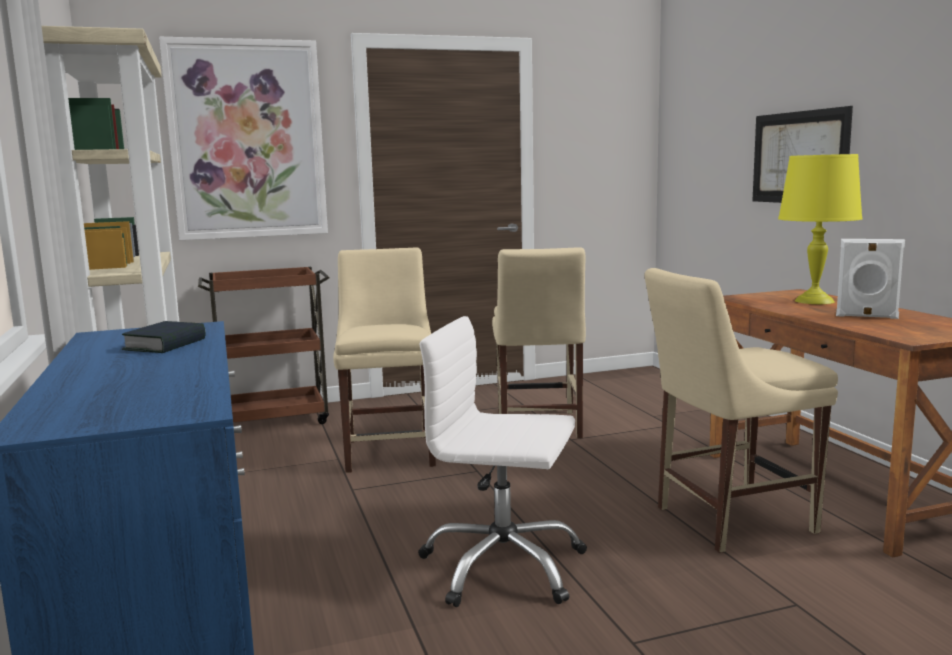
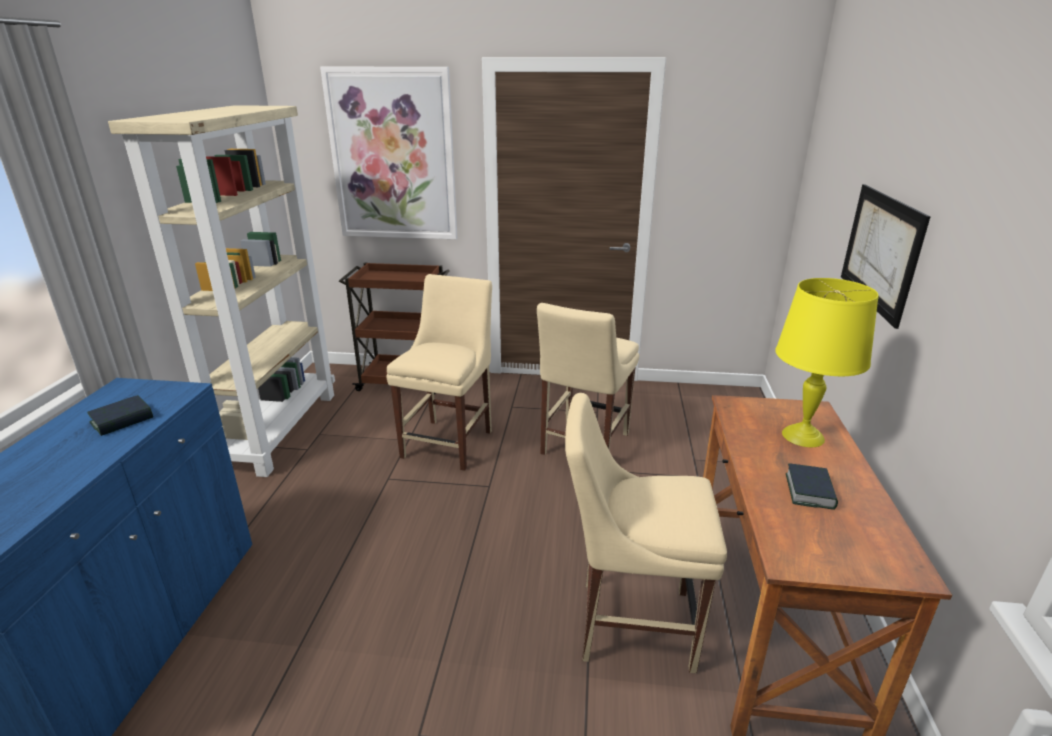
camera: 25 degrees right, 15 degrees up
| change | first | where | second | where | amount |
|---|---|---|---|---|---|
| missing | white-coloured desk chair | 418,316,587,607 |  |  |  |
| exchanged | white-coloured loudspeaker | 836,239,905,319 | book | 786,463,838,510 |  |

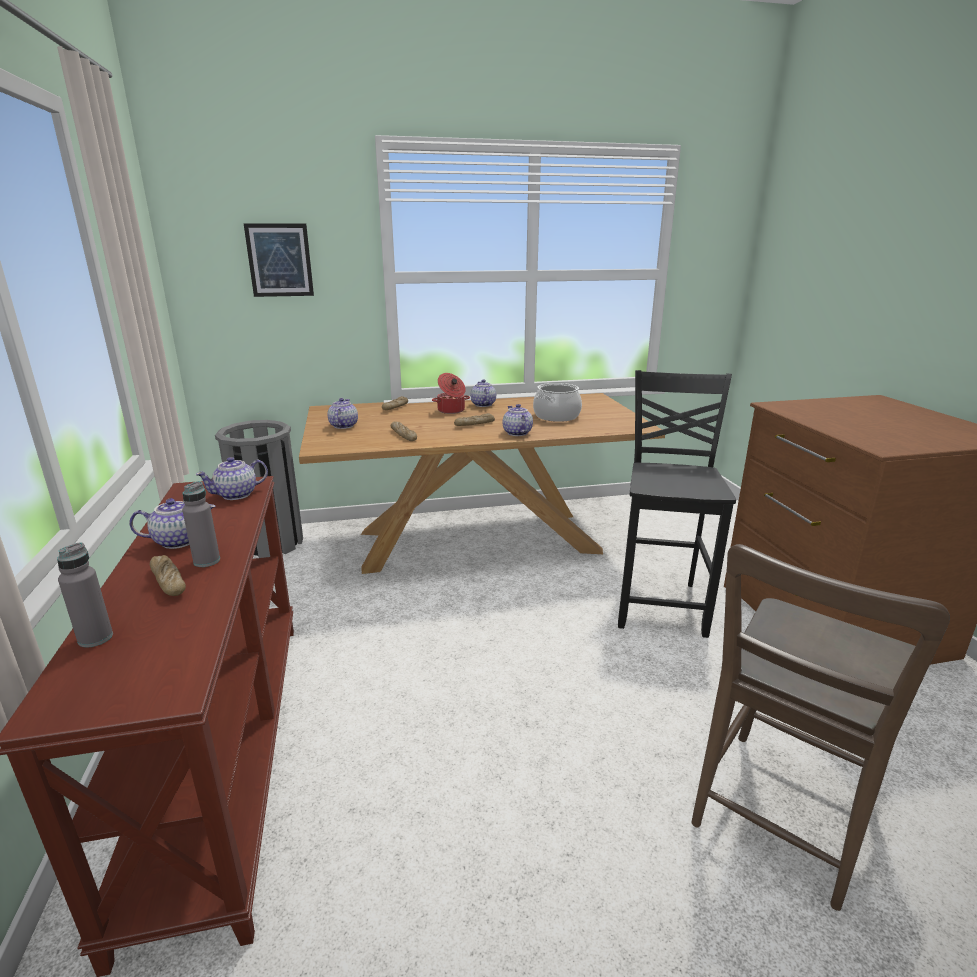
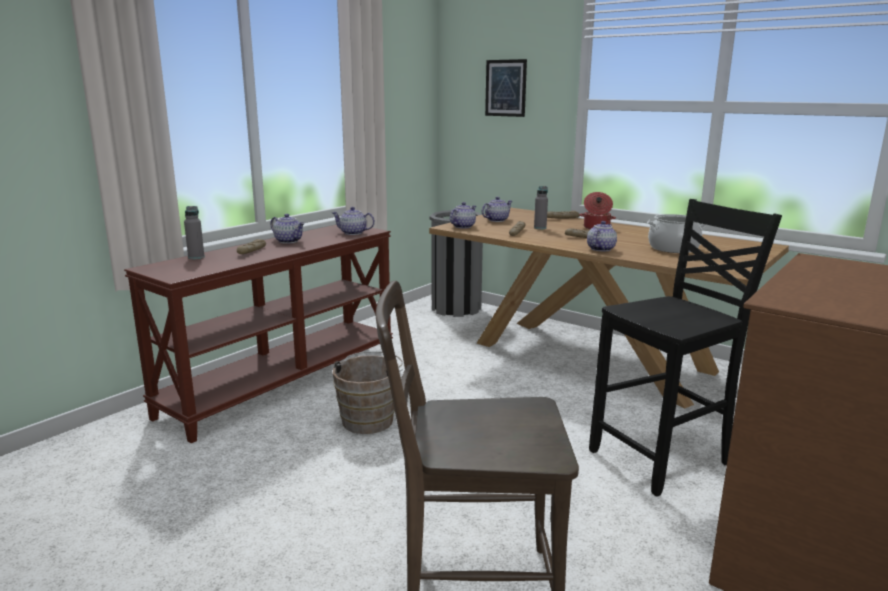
camera: 50 degrees right, 5 degrees down
| change | first | where | second | where | amount |
|---|---|---|---|---|---|
| relocated | greyish beverage bottle | 182,481,220,567 |  | 534,186,548,229 |  |
| relocated | tea pot | 470,379,496,407 |  | 450,202,476,229 |  |
| appeared |  |  | brown-coloured water bucket | 333,351,403,434 |  |

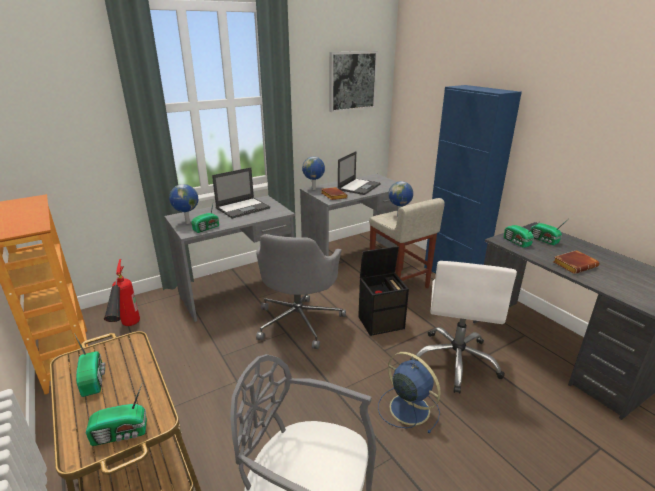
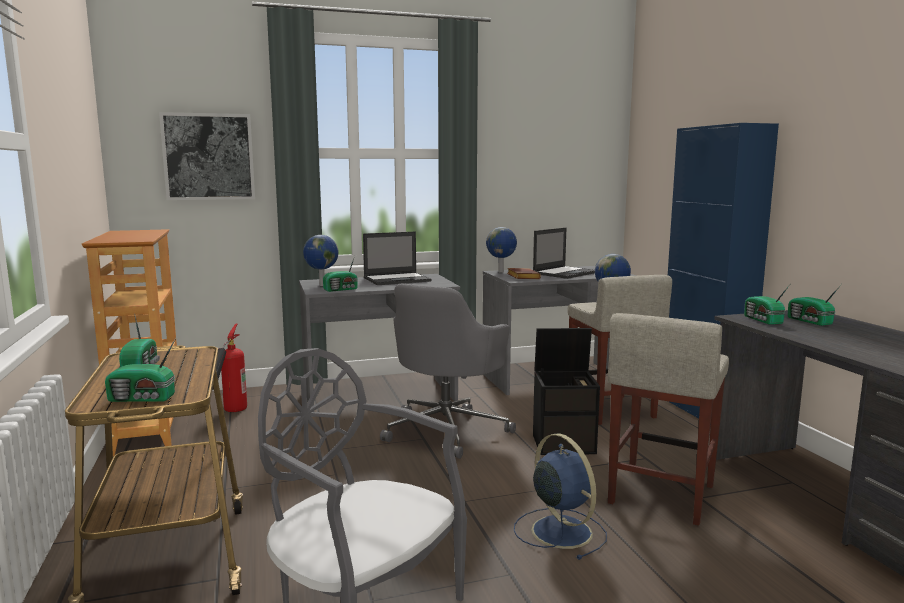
camera: 15 degrees right, 15 degrees down
| change | first | where | second | where | amount |
|---|---|---|---|---|---|
| relocated | picture | 329,51,378,112 |  | 159,112,255,200 |  |
| exchanged | white-coloured desk chair | 410,261,517,394 | beige-coloured stool | 607,313,729,526 |  |
| missing | brown-coloured book | 553,250,599,274 |  |  |  |

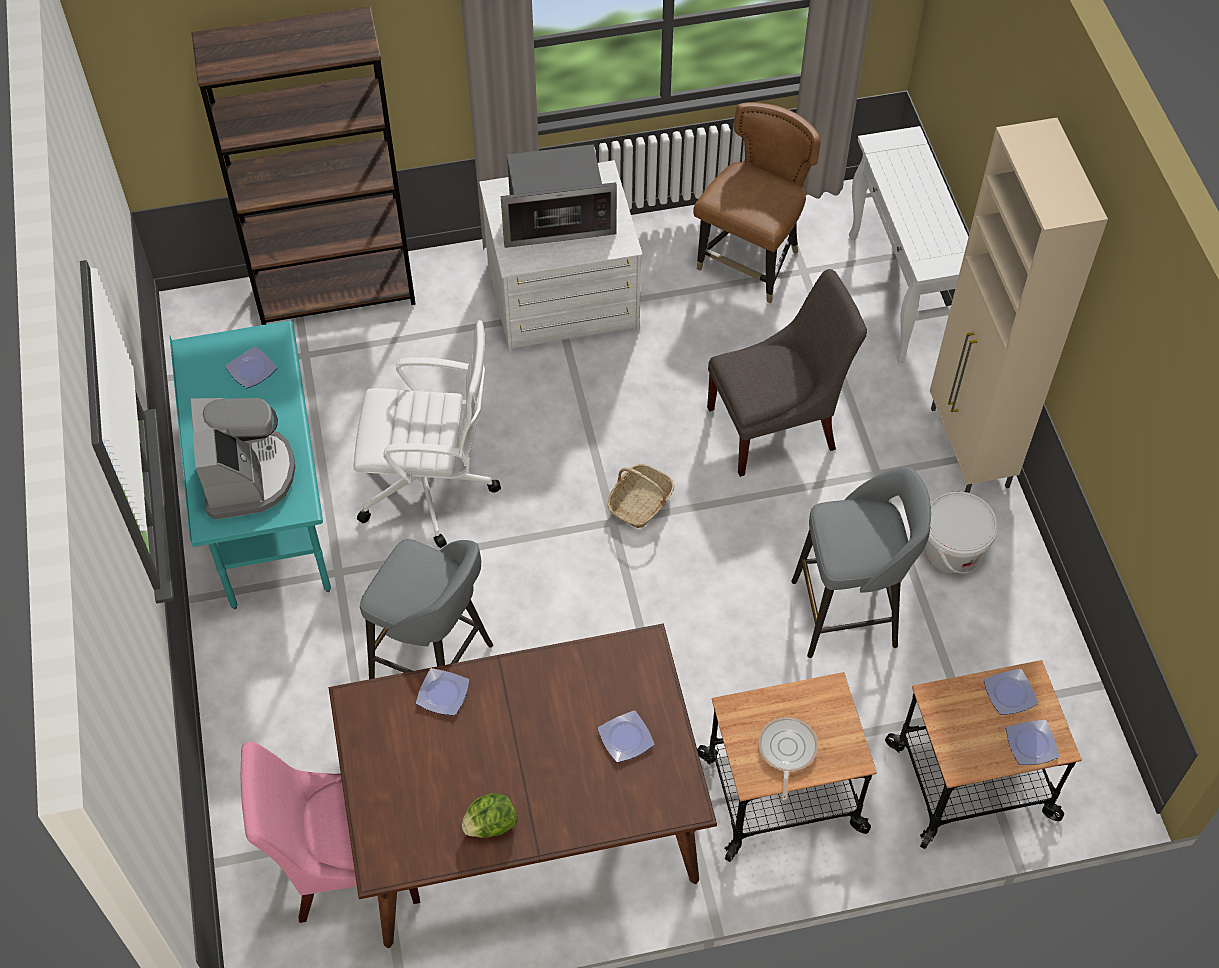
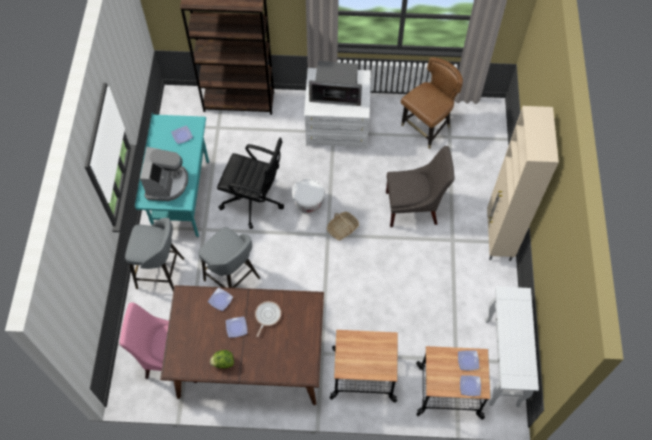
camera: 15 degrees right, 5 degrees up
| change | first | where | second | where | amount |
|---|---|---|---|---|---|
| colour | white-coloured desk chair | 354,320,501,548 | black desk chair | 217,138,284,229 |  |
| relocated | dinner plate | 598,710,655,763 |  | 226,317,247,338 |  |
| relocated | skillet | 758,717,818,800 |  | 255,301,281,337 |  |
| relocated | greyish stool | 791,467,931,658 |  | 125,218,184,291 |  |
| relocated | white-coloured narrow table | 849,126,968,363 |  | 485,287,539,407 |  |
| relocated | white-coloured water bucket | 925,491,998,574 |  | 292,178,325,214 |  |

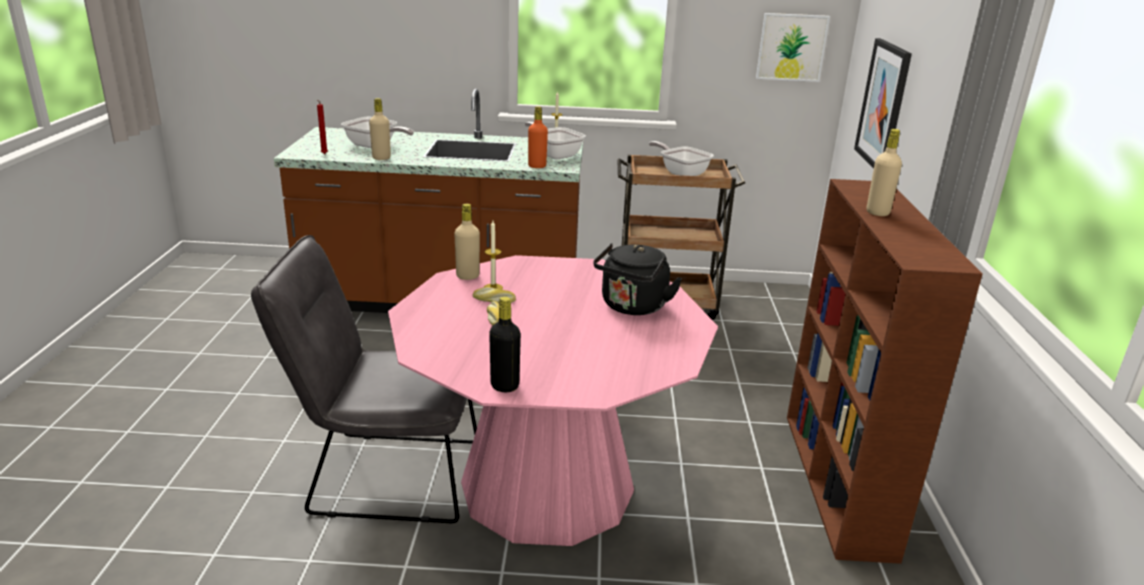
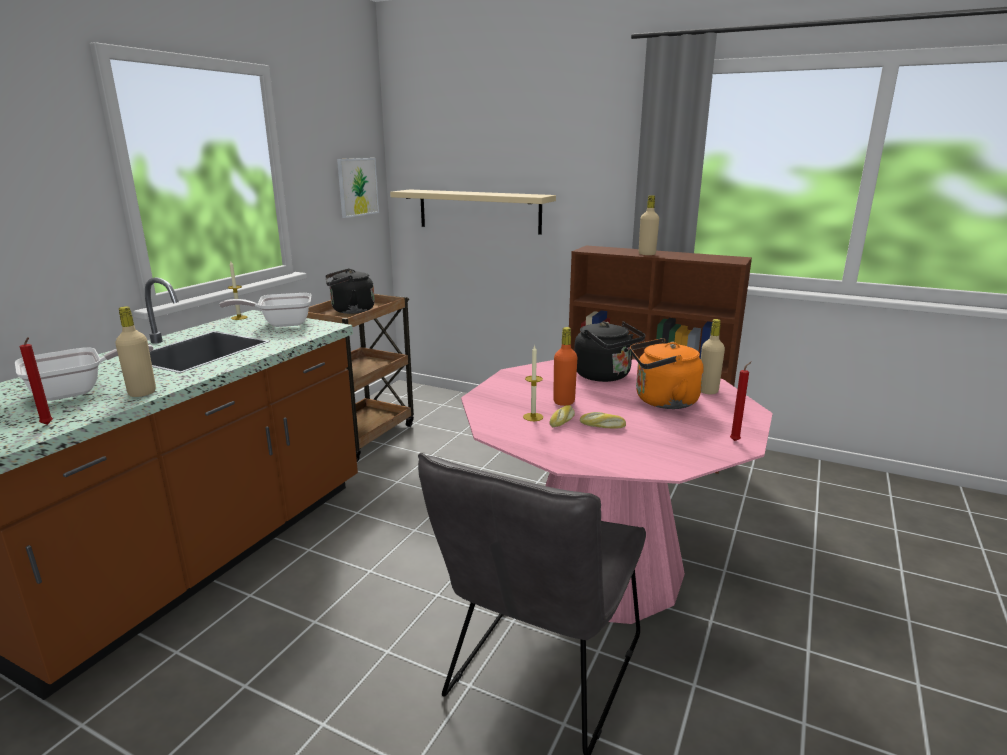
camera: 65 degrees left, 5 degrees down
| change | first | where | second | where | amount |
|---|---|---|---|---|---|
| relocated | beige-coloured beverage bottle | 454,204,480,280 |  | 701,319,725,394 |  |
| exchanged | black beverage bottle | 489,297,521,392 | red wax candle | 730,362,751,441 |  |
| relocated | orangey beverage bottle | 528,106,548,168 |  | 553,327,577,406 |  |
| exchanged | skillet | 649,141,714,176 | black kettle | 326,268,375,314 |  |
| exchanged | picture | 854,38,912,168 | beige-coloured wall shelf | 390,190,556,235 |  |
| appeared |  |  | orangey kettle | 630,338,704,409 |  |

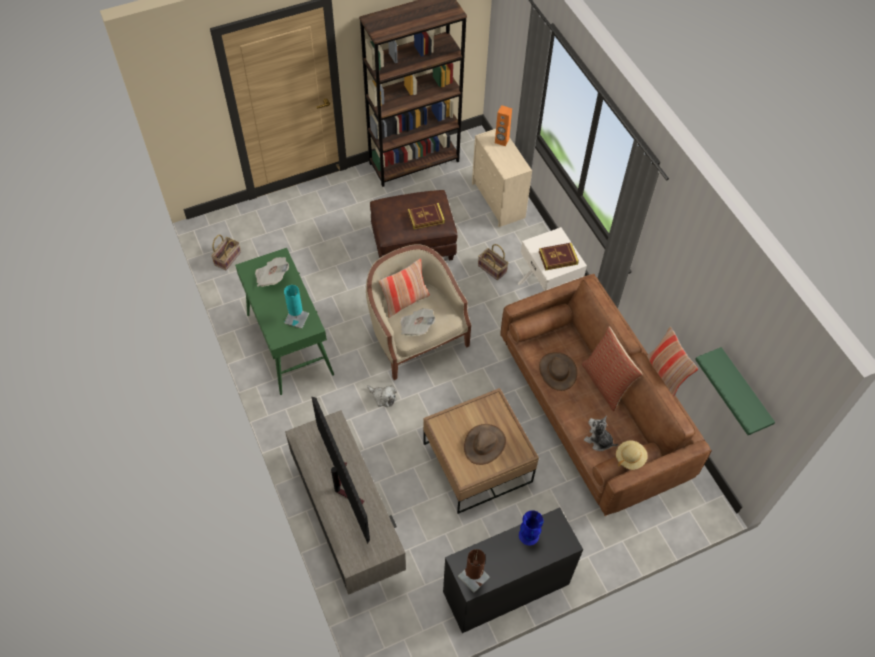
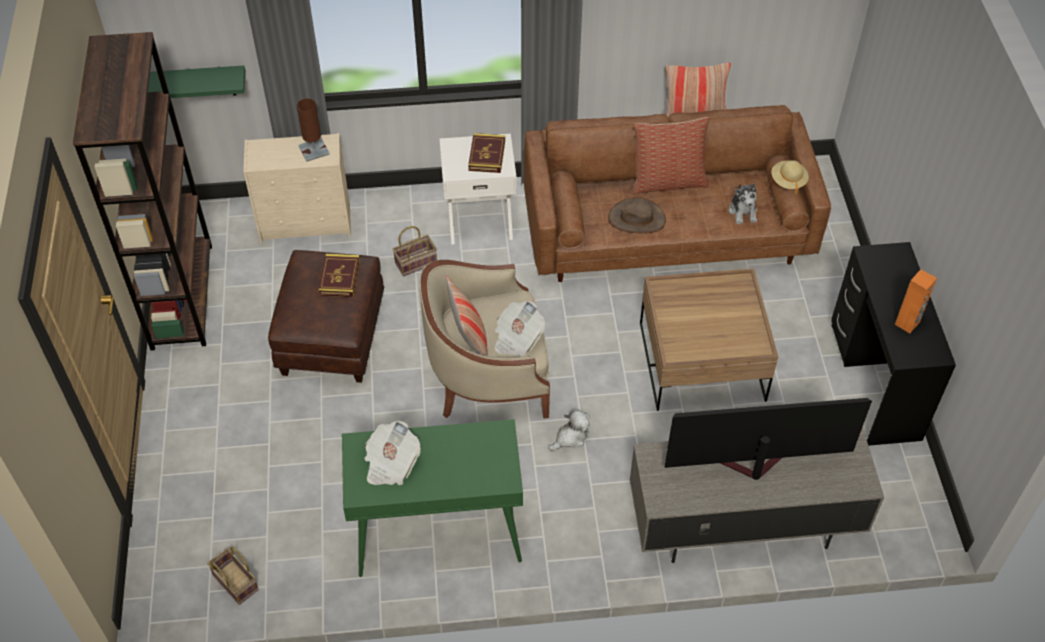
camera: 70 degrees left, 5 degrees down
| change | first | where | second | where | amount |
|---|---|---|---|---|---|
| missing | turquoise-coloured table lamp | 284,285,309,329 |  |  |  |
| relocated | brown-coloured table lamp | 458,549,490,593 |  | 297,98,330,162 |  |
| missing | brown-coloured wearable hat | 464,424,506,465 |  |  |  |
| relocated | orangey loudspeaker | 495,105,512,146 |  | 895,269,937,333 |  |
| missing | blue decorative vase | 519,510,543,545 |  |  |  |
| spun | cuddly toy | 584,416,618,451 |  | 729,183,757,224 | 60 degrees counterclockwise |
| relocated | green-coloured wall shelf | 695,347,775,435 |  | 148,66,245,98 |  |

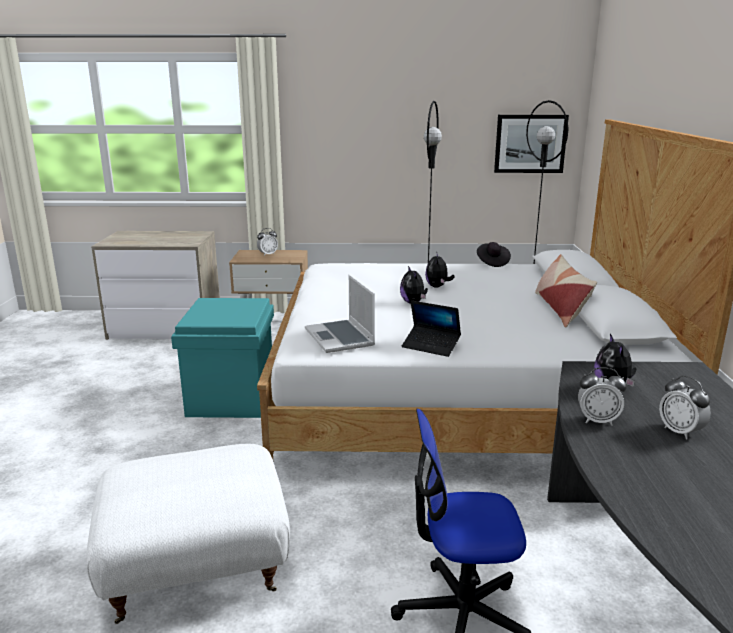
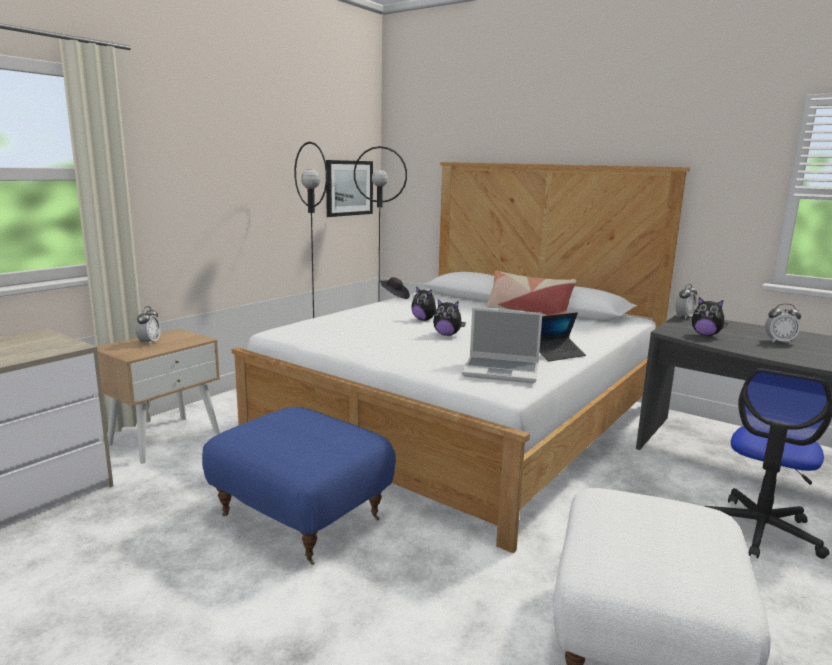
camera: 55 degrees left, 5 degrees down
| change | first | where | second | where | amount |
|---|---|---|---|---|---|
| exchanged | turquoise-coloured storage box | 171,298,274,418 | blue pouffe | 202,407,396,565 |  |
| relocated | alarm clock | 578,367,627,425 |  | 676,284,697,319 |  |

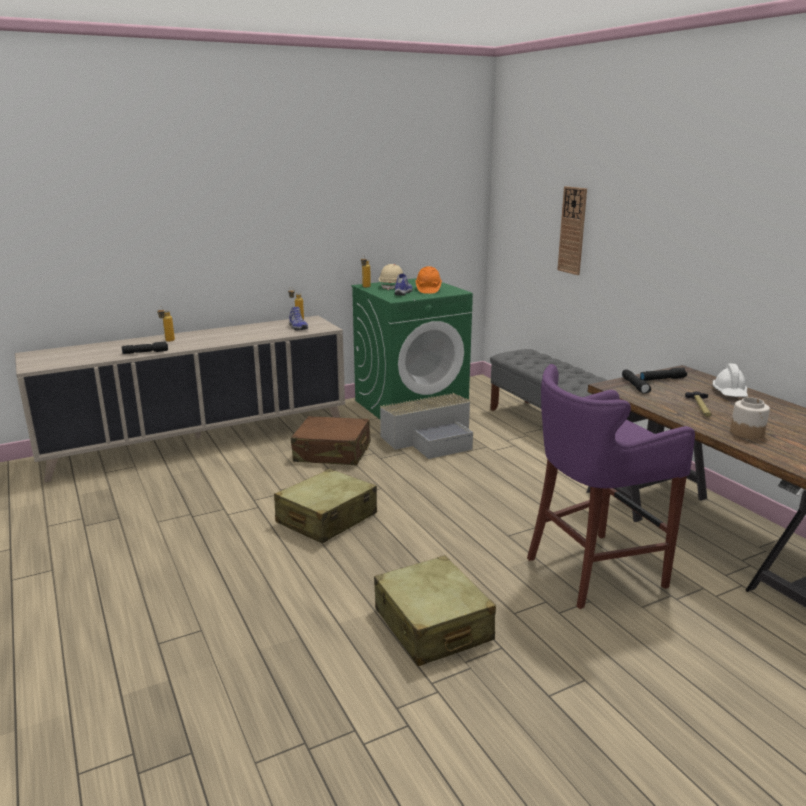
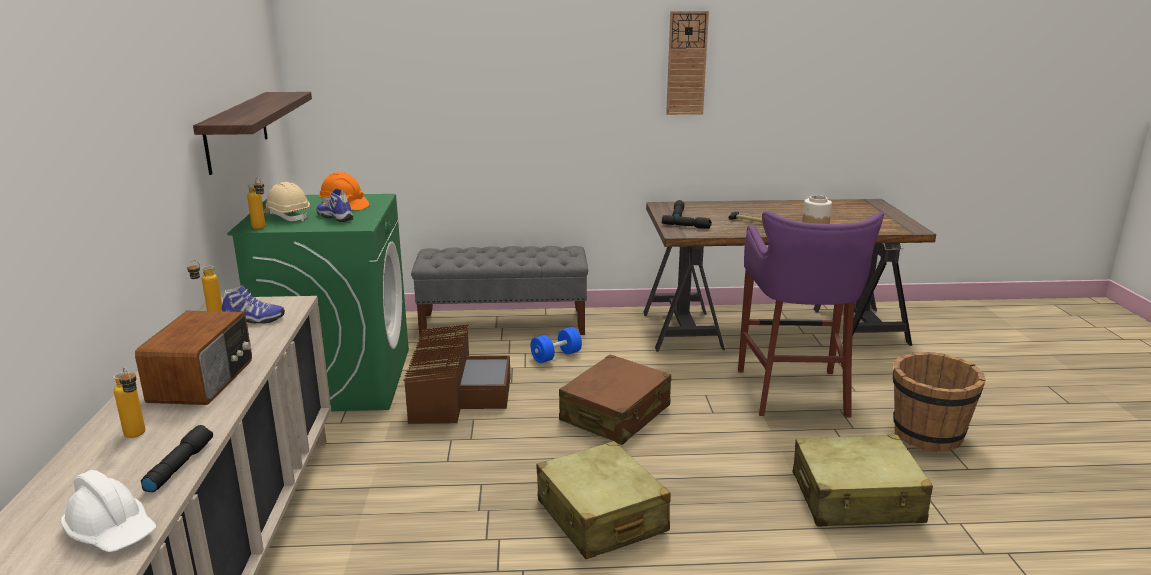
camera: 65 degrees left, 0 degrees up
| change | first | where | second | where | amount |
|---|---|---|---|---|---|
| relocated | brown-coloured suitcase | 291,416,370,465 |  | 559,355,671,445 |  |
| colour | greyish storage box | 380,393,473,459 | brown-coloured storage box | 403,324,511,424 |  |
| relocated | hanging clock | 557,186,587,275 |  | 666,11,709,115 |  |
| relocated | white-coloured work helmet | 712,363,748,397 |  | 61,470,157,552 |  |
| appeared |  |  | radio receiver | 135,311,252,405 |  |
| appeared |  |  | wall shelf | 193,92,312,175 |  |
| appeared |  |  | blue hand weight | 531,327,582,363 |  |
| appeared |  |  | brown-coloured water bucket | 893,352,986,452 |  |

